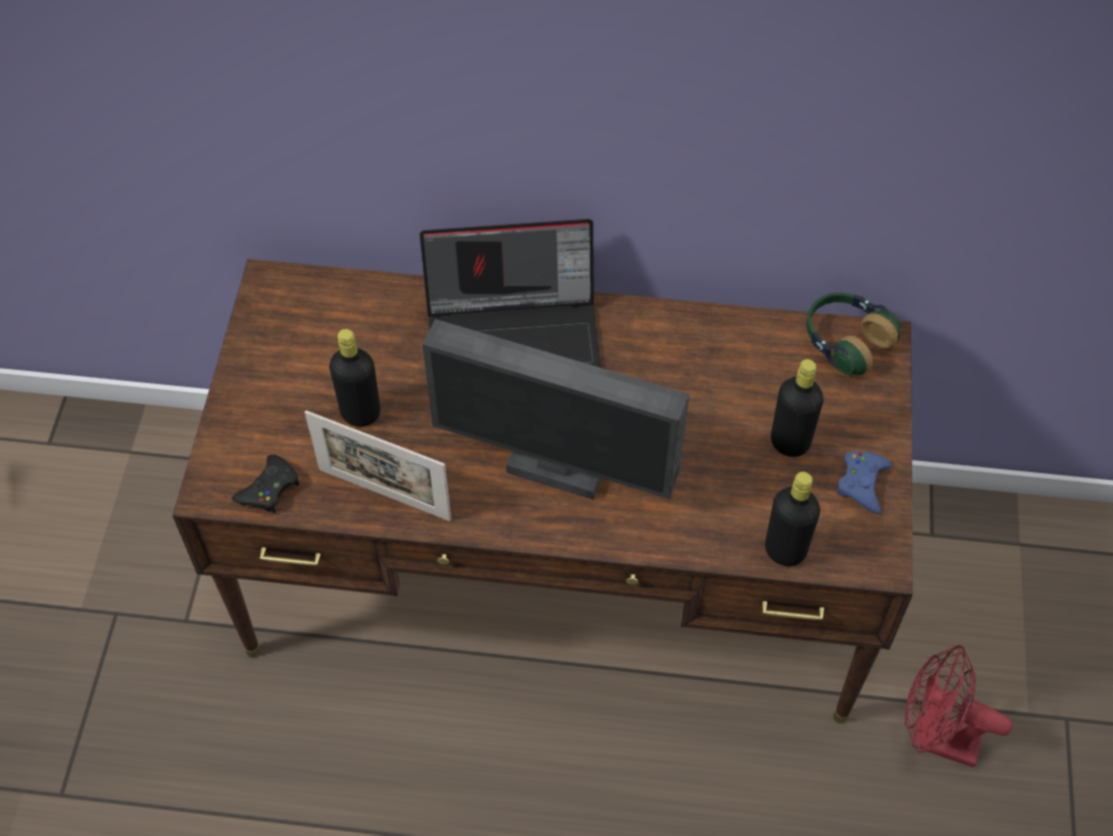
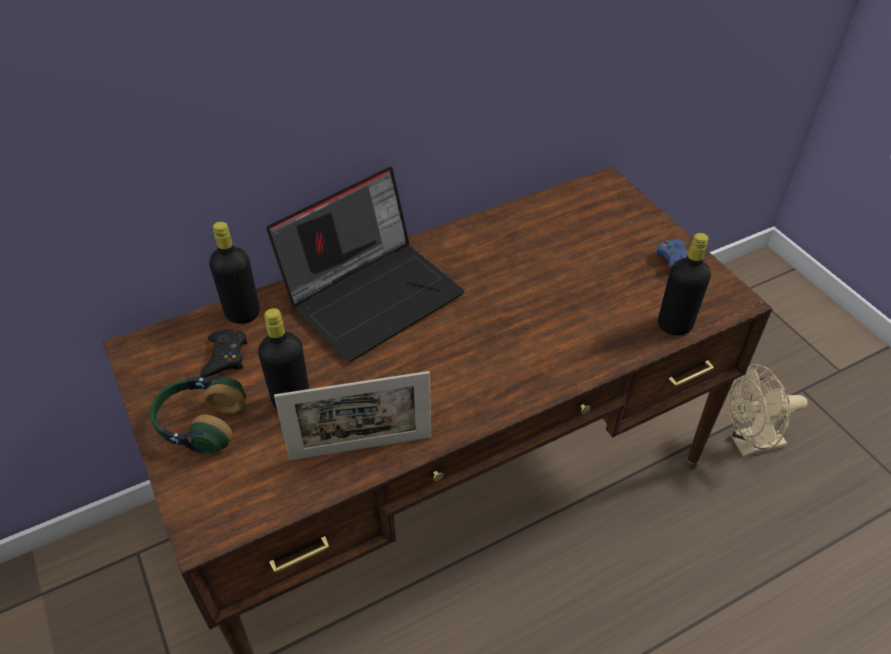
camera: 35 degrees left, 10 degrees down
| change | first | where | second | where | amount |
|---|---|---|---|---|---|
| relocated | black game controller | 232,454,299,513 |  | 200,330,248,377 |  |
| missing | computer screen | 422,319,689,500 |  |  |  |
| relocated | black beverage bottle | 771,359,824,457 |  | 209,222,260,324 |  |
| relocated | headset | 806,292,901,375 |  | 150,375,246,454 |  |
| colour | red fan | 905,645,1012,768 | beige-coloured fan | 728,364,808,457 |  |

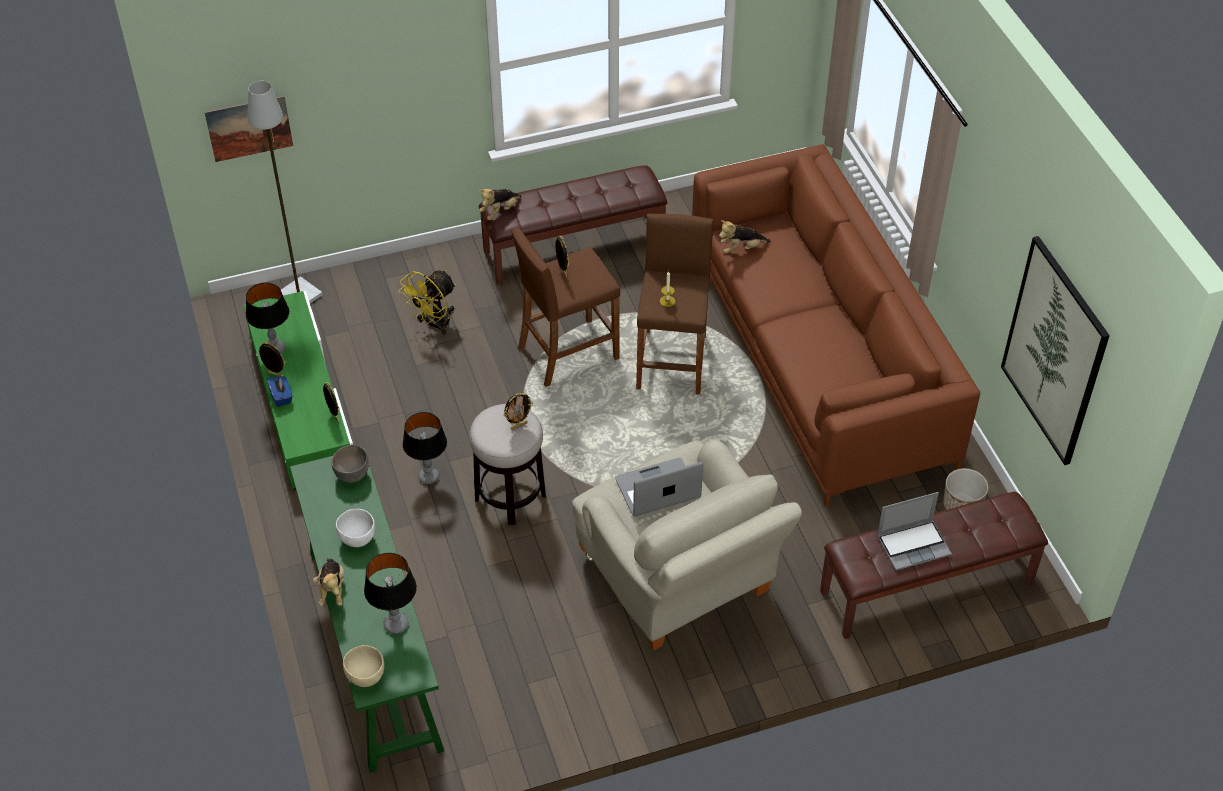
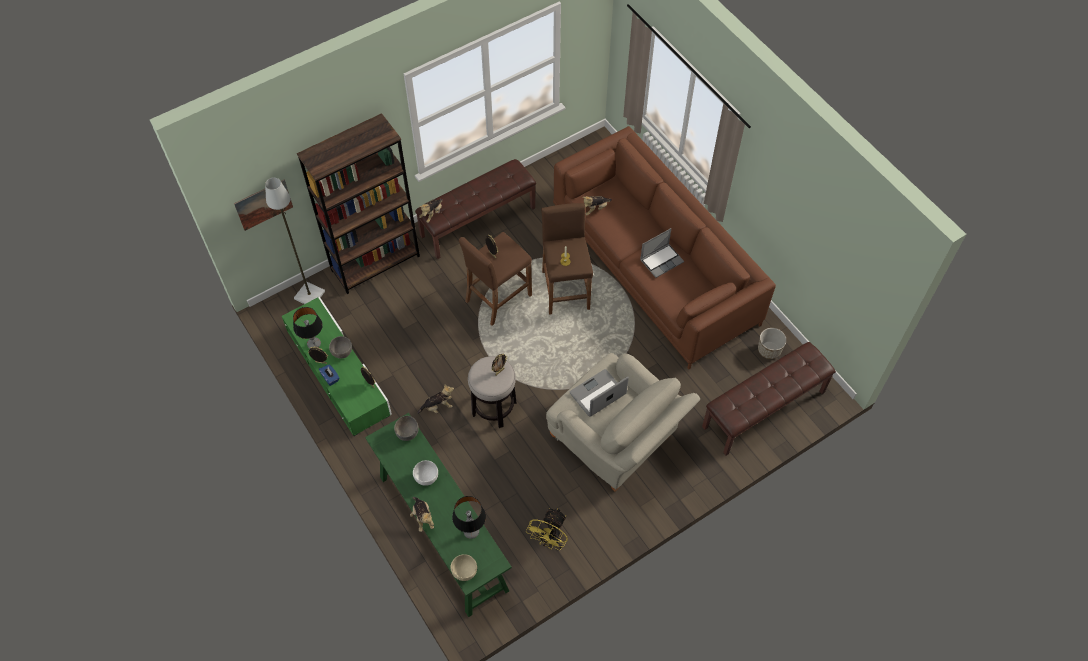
camera: 15 degrees left, 10 degrees up
| change | first | where | second | where | amount |
|---|---|---|---|---|---|
| relocated | yellow fan | 399,270,456,335 |  | 526,508,568,550 |  |
| exchanged | table lamp | 403,412,447,484 | cuddly toy | 418,385,454,414 |  |
| relocated | portable computer | 877,492,952,571 |  | 640,228,684,278 |  |
| missing | picture | 1001,236,1110,465 |  |  |  |
| appeared |  |  | brown-coloured shelving unit | 297,113,420,294 |  |
| appeared |  |  | greyish deep dish | 329,336,352,359 |  |

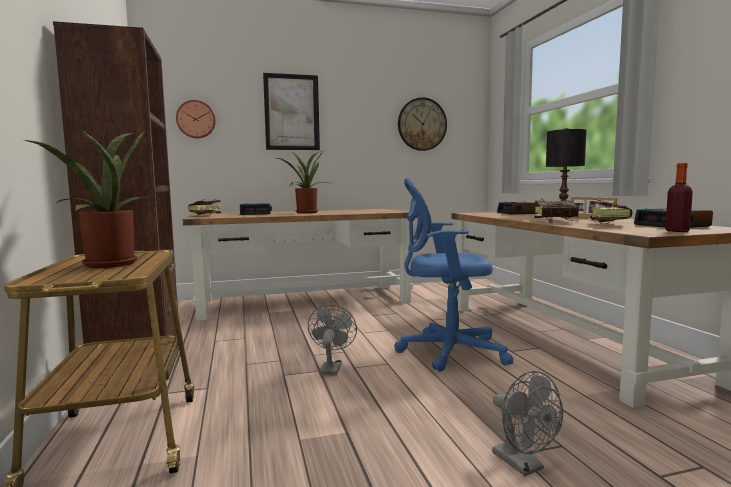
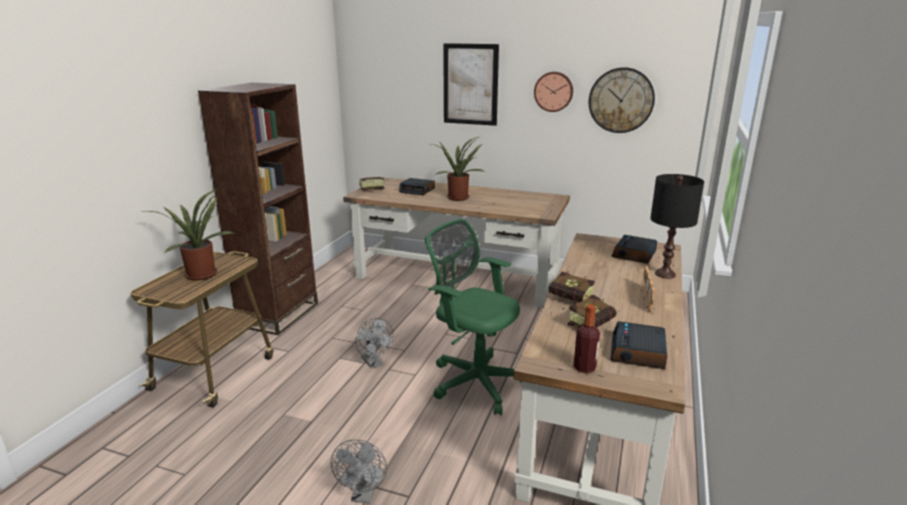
camera: 35 degrees right, 15 degrees up
| change | first | where | second | where | amount |
|---|---|---|---|---|---|
| relocated | hanging clock | 176,100,215,138 |  | 534,72,573,112 |  |
| spun | greyish fan | 308,305,357,376 |  | 355,318,393,369 | 105 degrees clockwise |
| colour | blue desk chair | 394,178,513,372 | green-coloured desk chair | 425,219,521,416 |  |

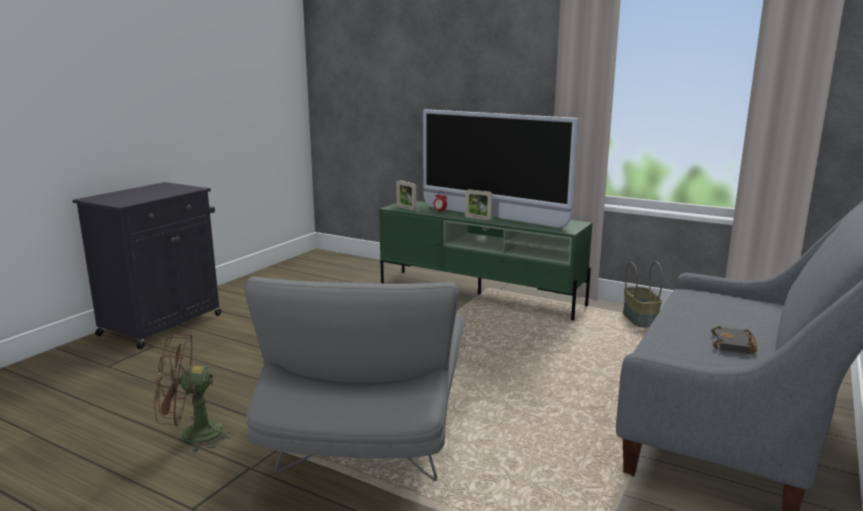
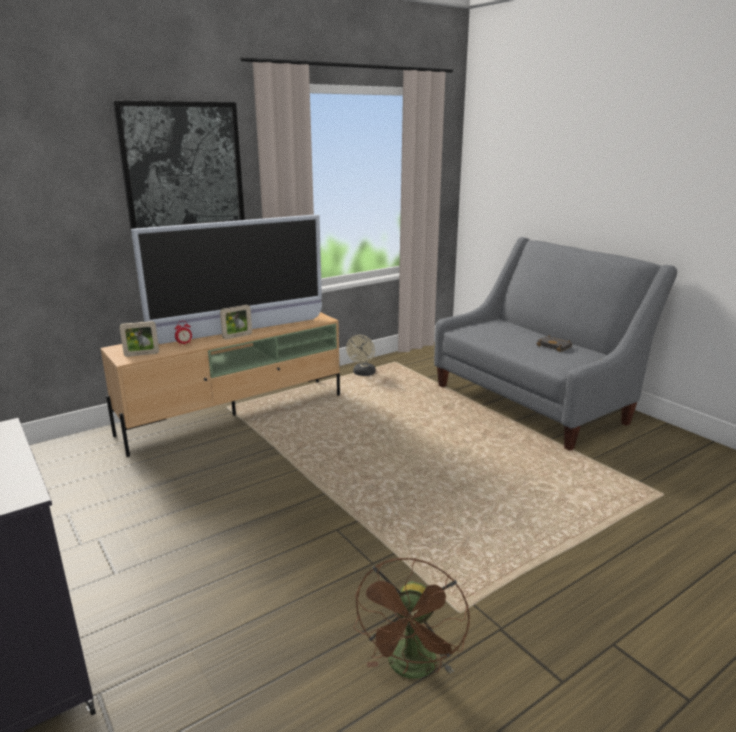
camera: 65 degrees left, 5 degrees up
| change | first | where | second | where | amount |
|---|---|---|---|---|---|
| missing | greyish lounge chair | 244,276,465,481 |  |  |  |
| colour | green-coloured tv unit | 379,201,592,320 | beige-coloured tv unit | 100,312,340,457 |  |
| exchanged | storage basket | 623,262,663,328 | beige-coloured fan | 346,335,375,376 |  |
| appeared |  |  | picture | 112,101,245,229 |  |

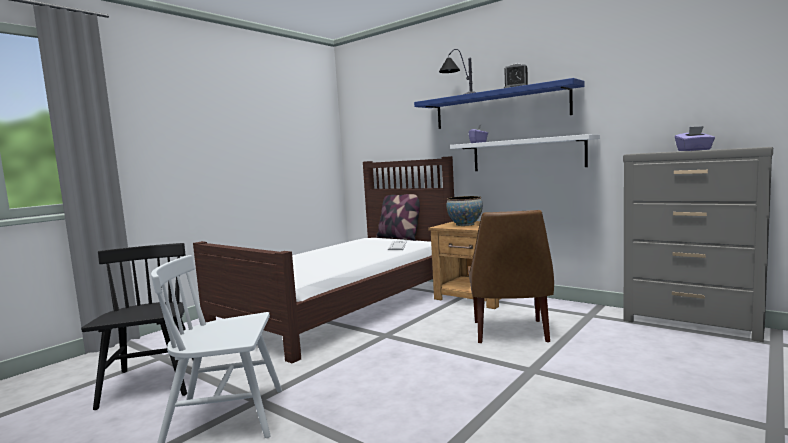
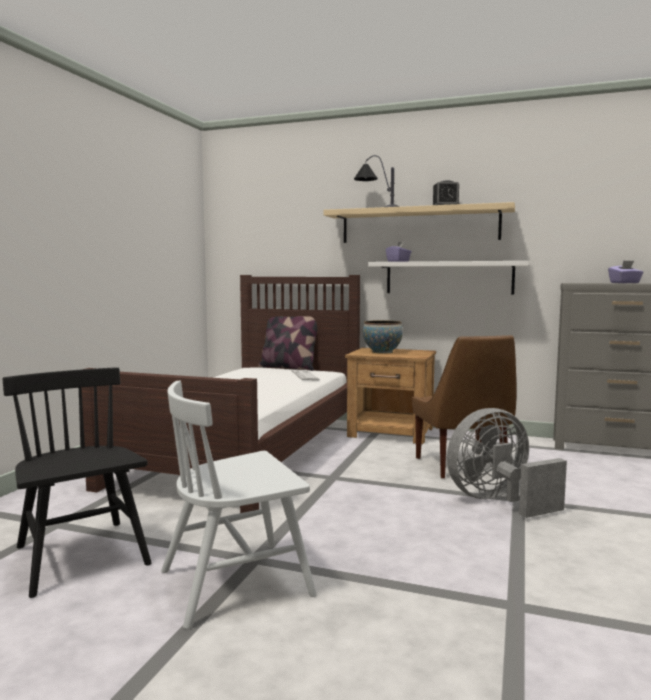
camera: 20 degrees left, 0 degrees up
| change | first | where | second | where | amount |
|---|---|---|---|---|---|
| colour | blue wall shelf | 414,78,585,129 | beige-coloured wall shelf | 324,202,515,243 |  |
| appeared |  |  | greyish fan | 447,408,567,518 |  |

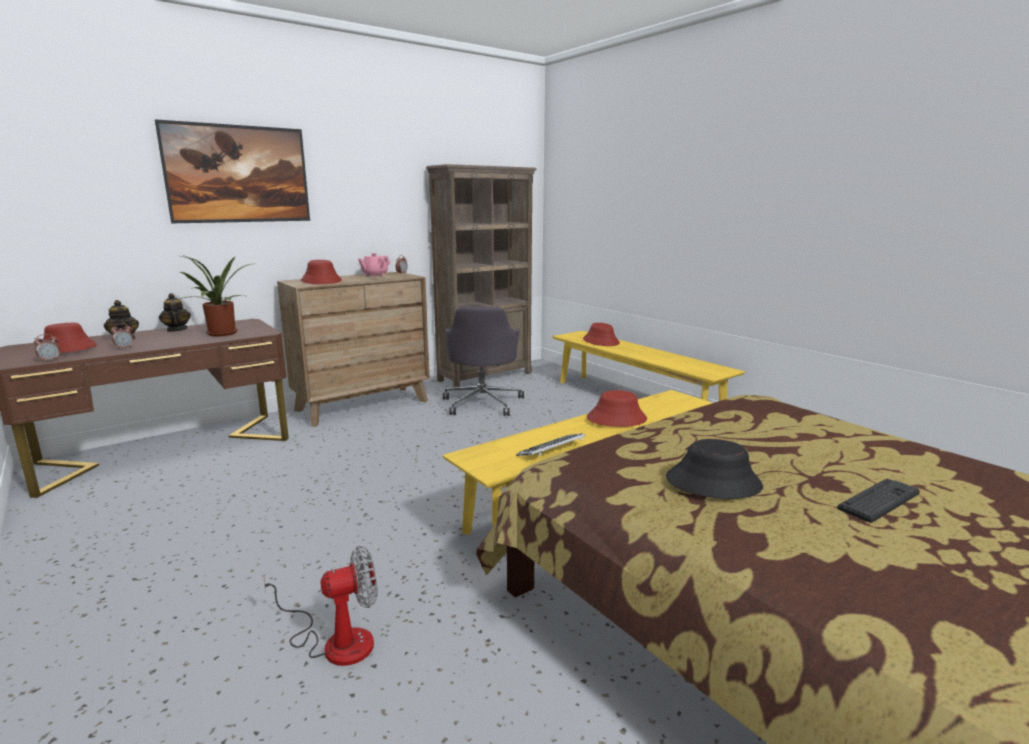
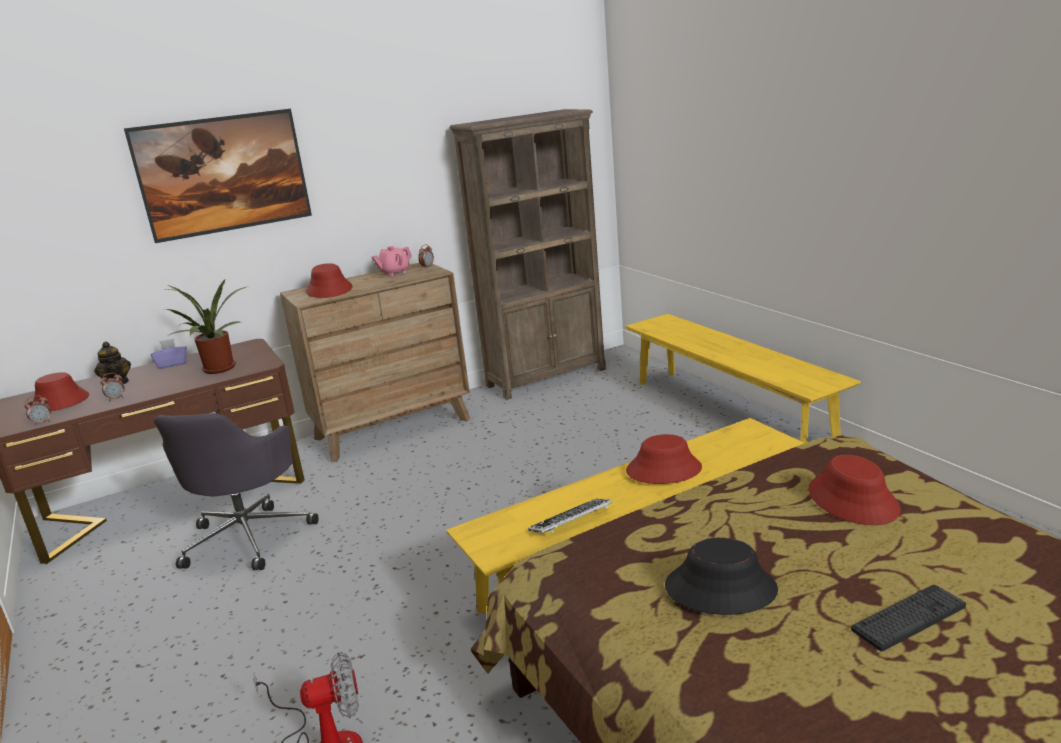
camera: 10 degrees right, 5 degrees up
| change | first | where | second | where | amount |
|---|---|---|---|---|---|
| exchanged | tea pot | 159,293,191,332 | purplish box of tissues | 151,338,187,369 |  |
| relocated | greyish desk chair | 443,307,524,416 |  | 154,413,319,570 |  |
| relocated | red wearable hat | 583,323,620,346 |  | 808,455,900,525 |  |

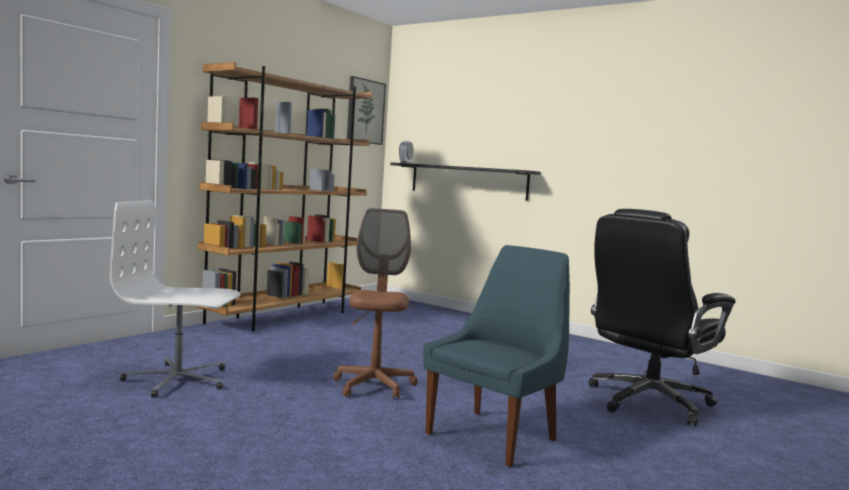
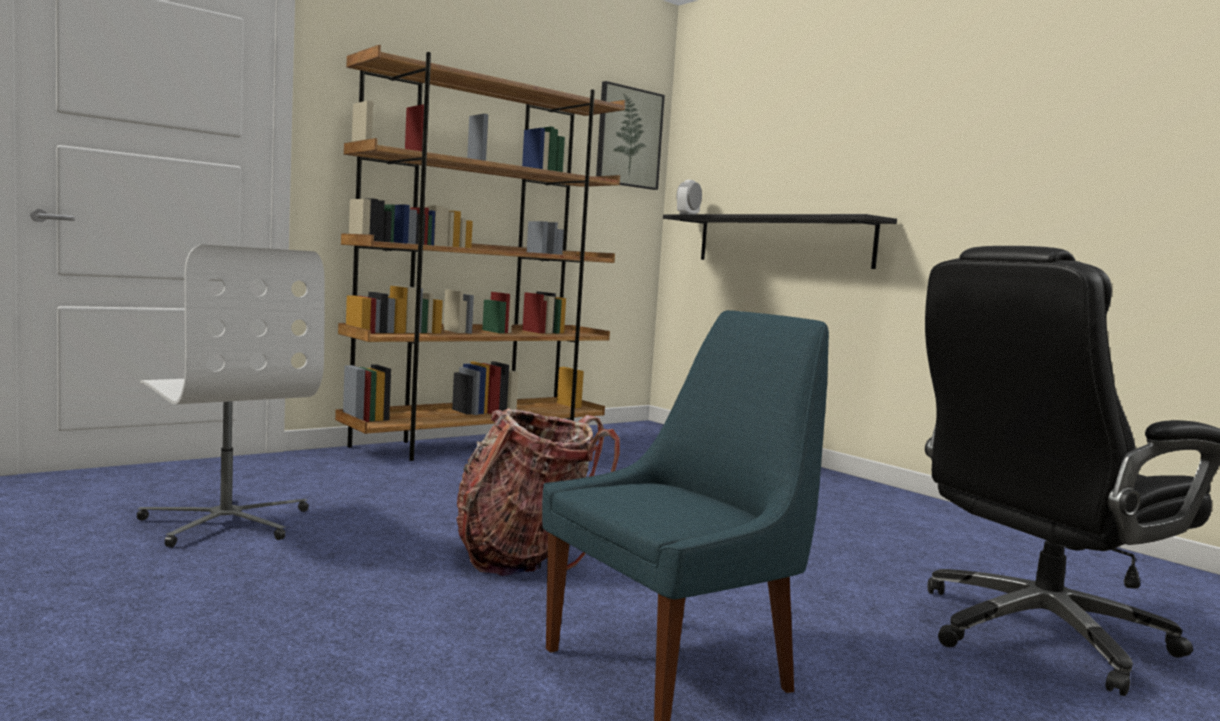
camera: 15 degrees right, 0 degrees up
| change | first | where | second | where | amount |
|---|---|---|---|---|---|
| spun | white-coloured desk chair | 110,200,240,398 |  | 137,244,325,547 | 150 degrees counterclockwise |
| exchanged | brown-coloured desk chair | 333,208,418,399 | backpack | 456,408,620,576 |  |

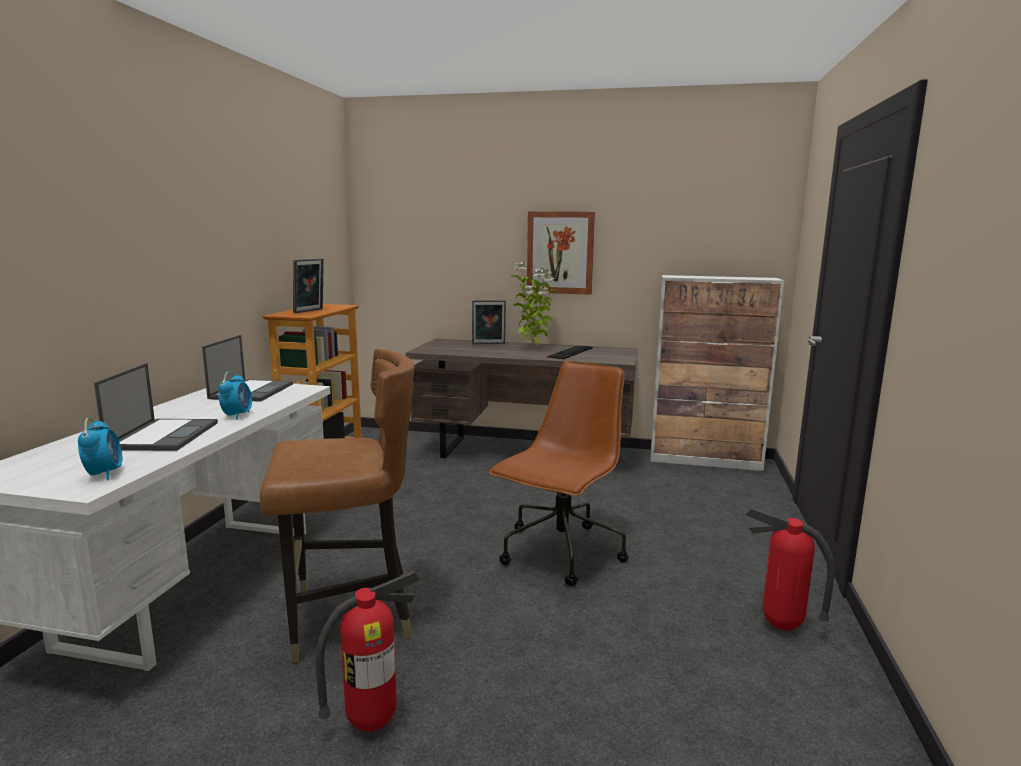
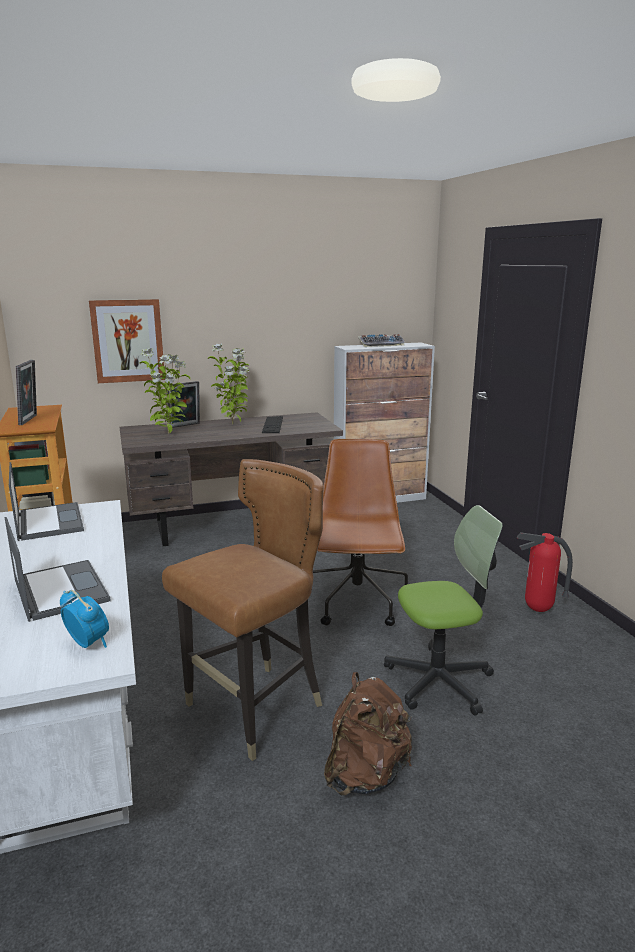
camera: 30 degrees left, 5 degrees up
| change | first | where | second | where | amount |
|---|---|---|---|---|---|
| missing | alarm clock | 218,372,252,420 |  |  |  |
| exchanged | fire extinguisher | 316,571,420,731 | brown-coloured backpack | 324,672,412,796 |  |
| relocated | picture | 527,212,595,295 |  | 89,299,165,383 |  |
| appeared |  |  | houseplant | 140,348,190,434 |  |
| appeared |  |  | PC keyboard | 358,334,405,347 |  |
| appeared |  |  | desk chair | 384,505,503,716 |  |

